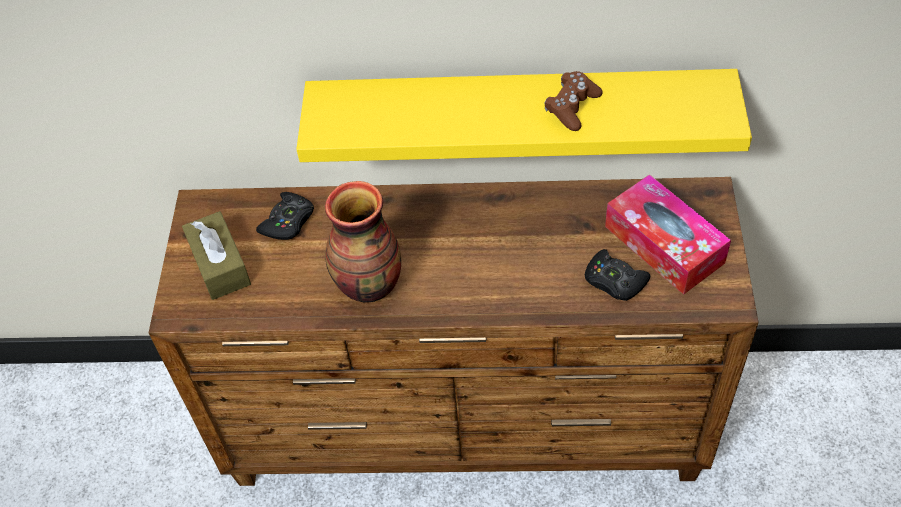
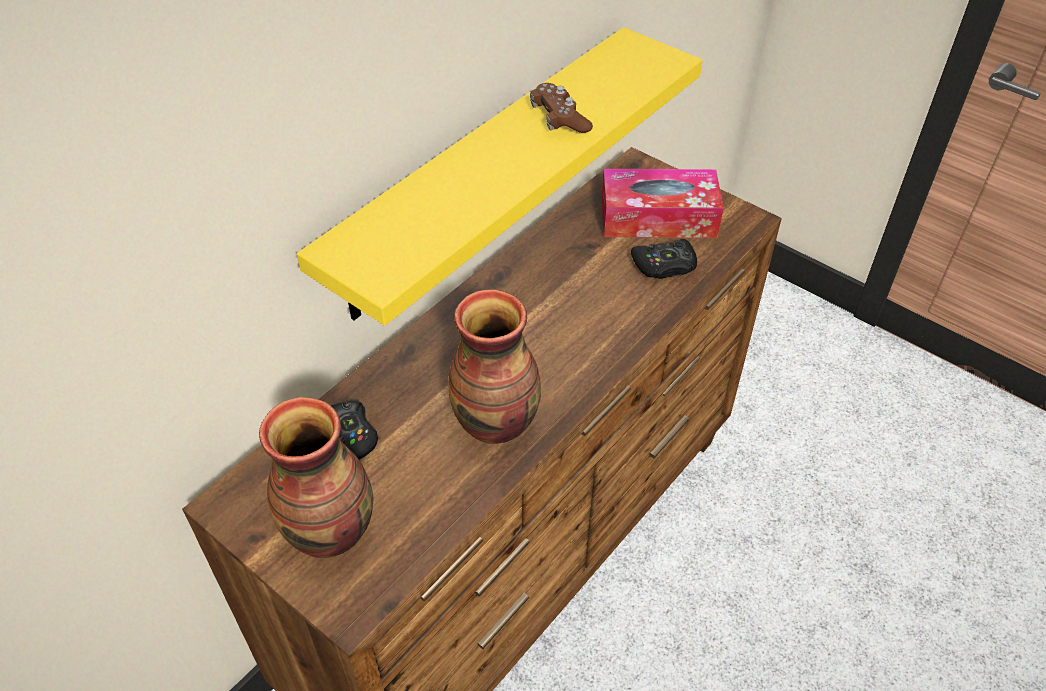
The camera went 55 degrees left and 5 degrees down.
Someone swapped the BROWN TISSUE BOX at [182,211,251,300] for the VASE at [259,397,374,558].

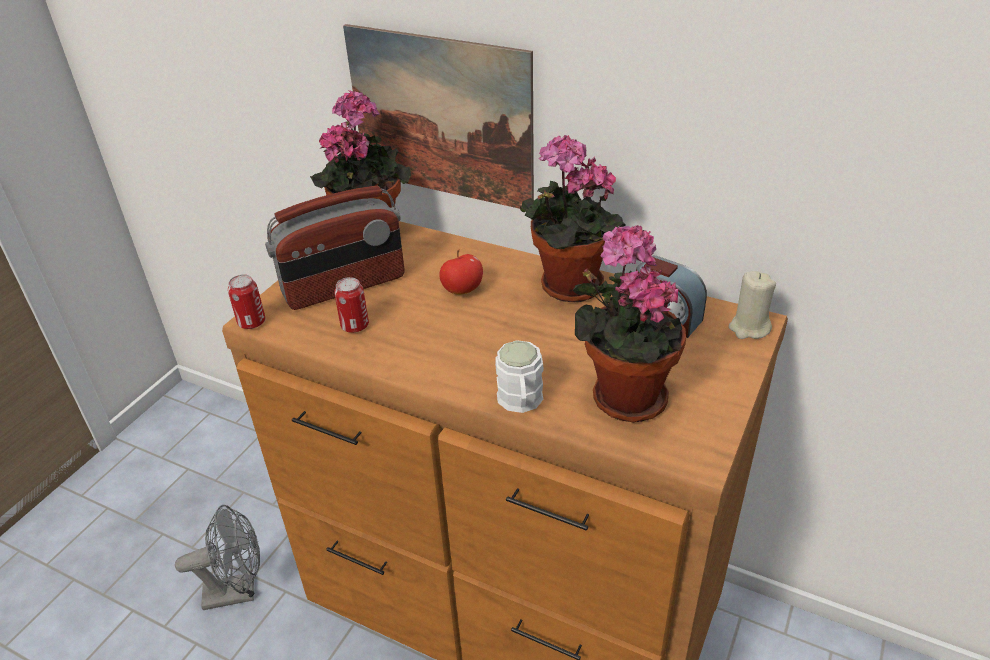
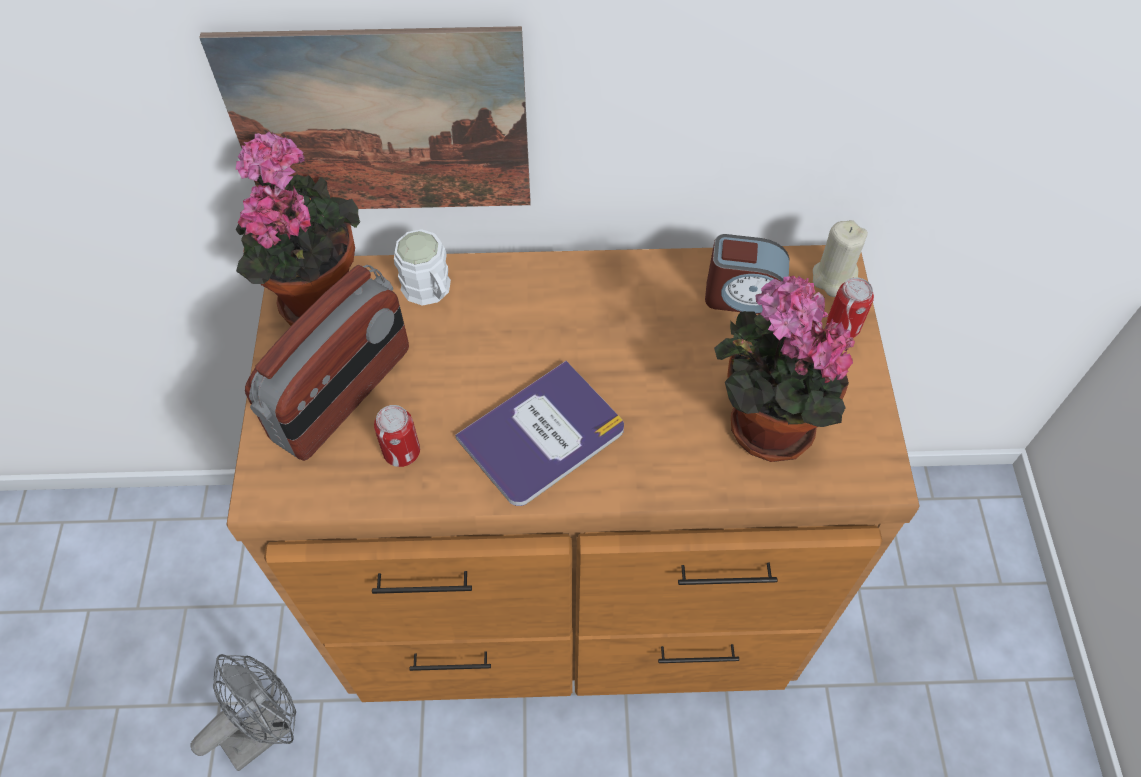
The camera went 30 degrees left and 20 degrees up.
Someone carried the WHITE MUG from [495,340,544,413] to [394,229,451,306].
Someone put down the BOOK at [455,361,624,506].
Someone carried the CAN from [228,274,265,329] to [826,277,874,338].
Someone took away the APPLE at [439,249,483,295].
Someone took away the POTTED PLANT at [520,135,626,302].

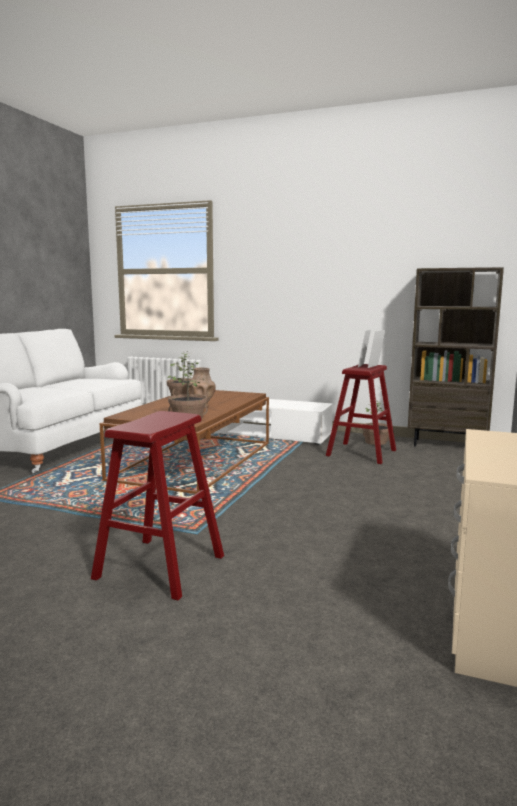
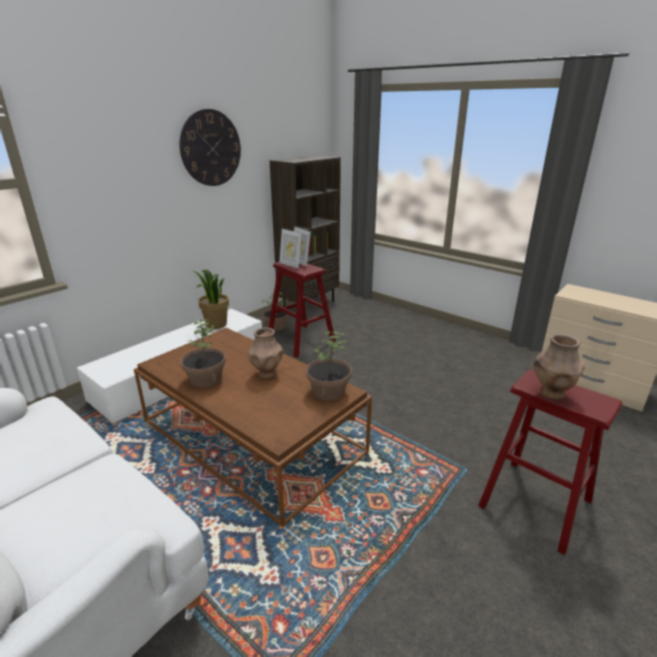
The camera went 70 degrees left and 15 degrees up.
Someone put up the WALL CLOCK at [180,109,241,186].
Someone put down the POTTED PLANT at [193,270,229,329].
Someone put down the BROWN VASE at [534,334,585,400].

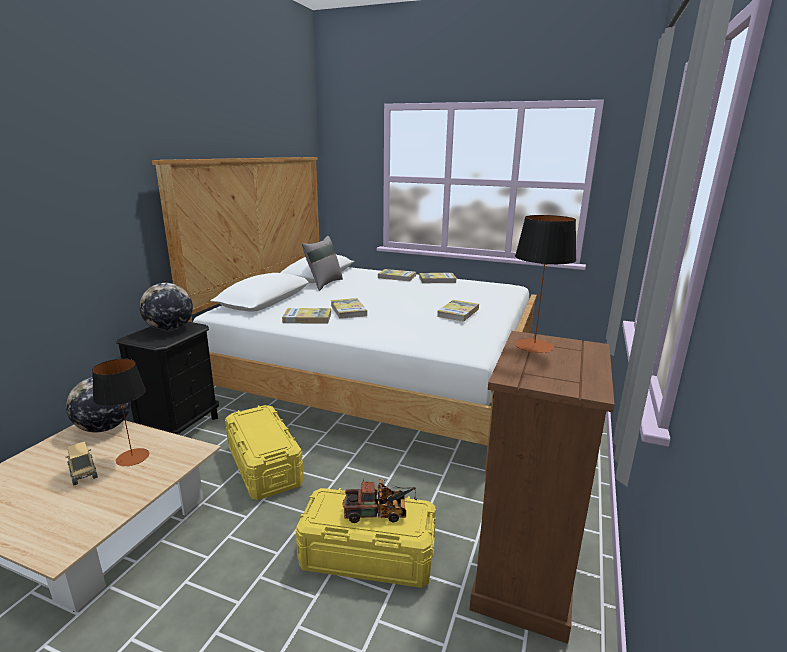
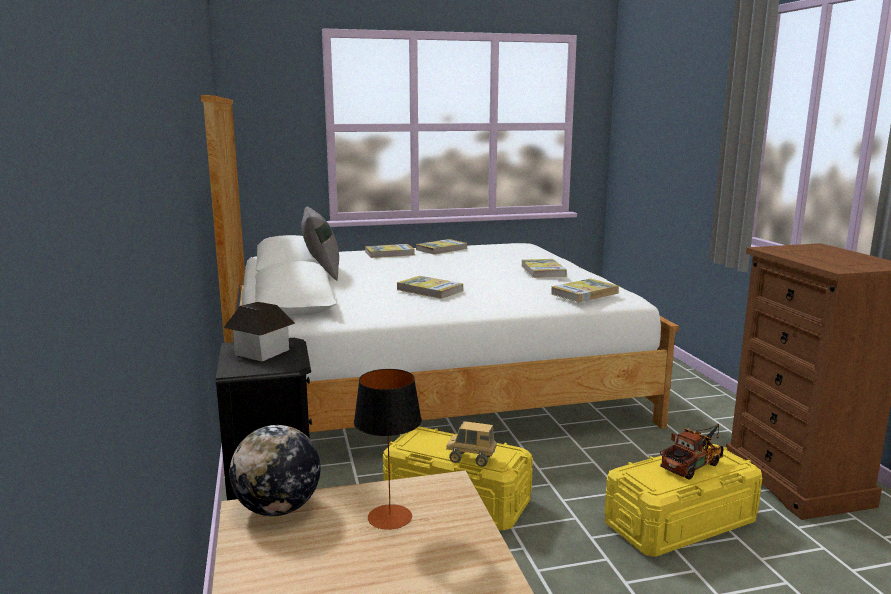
The camera went 35 degrees left and 5 degrees down.
Someone swapped the GLOBE at [140,283,193,331] for the TOY HOUSE at [224,302,295,361].
Someone carried the TOY TRUCK from [66,441,98,485] to [446,421,497,467].
Someone carried the BOOK from [282,308,331,324] to [551,279,619,302].
Someone took away the TABLE LAMP at [515,215,577,353].

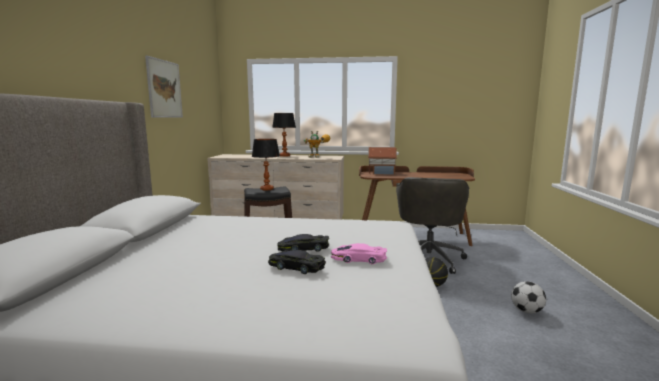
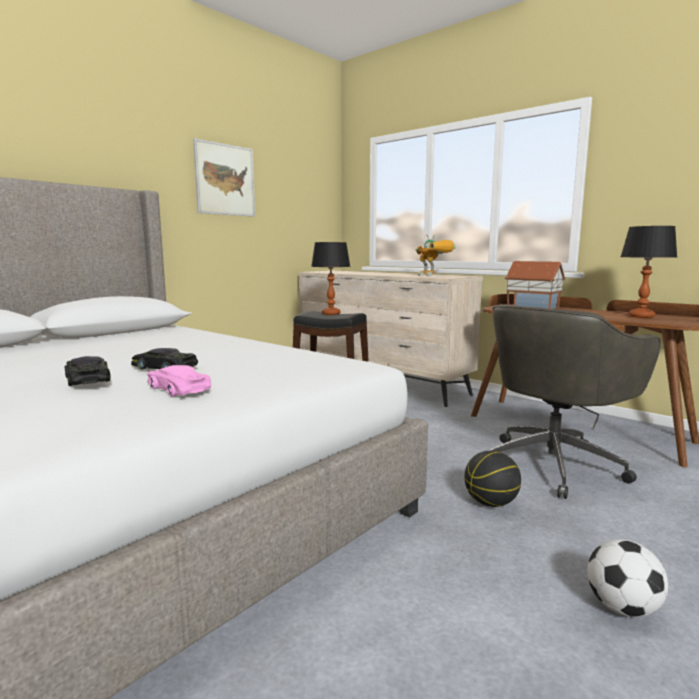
The camera went 35 degrees right and 0 degrees up.
Someone carried the TABLE LAMP from [272,113,296,157] to [621,226,677,318].

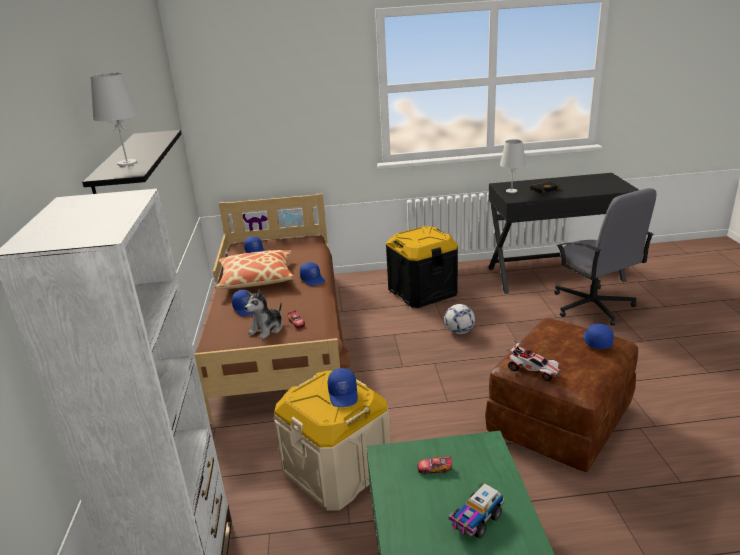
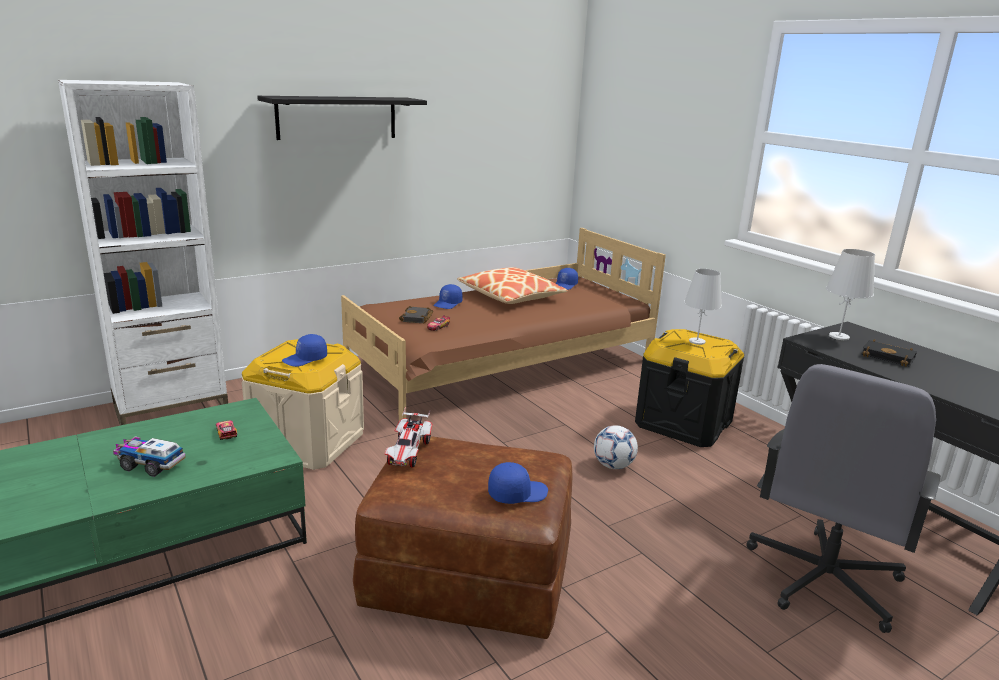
The camera went 60 degrees right and 5 degrees down.
Someone swapped the PLUSH TOY at [245,290,282,339] for the BLACK BOOK at [399,306,433,324].
Someone carried the WHITE TABLE LAMP from [90,72,139,166] to [684,269,722,345].
Someone took away the BLUE CAP at [300,262,325,286].

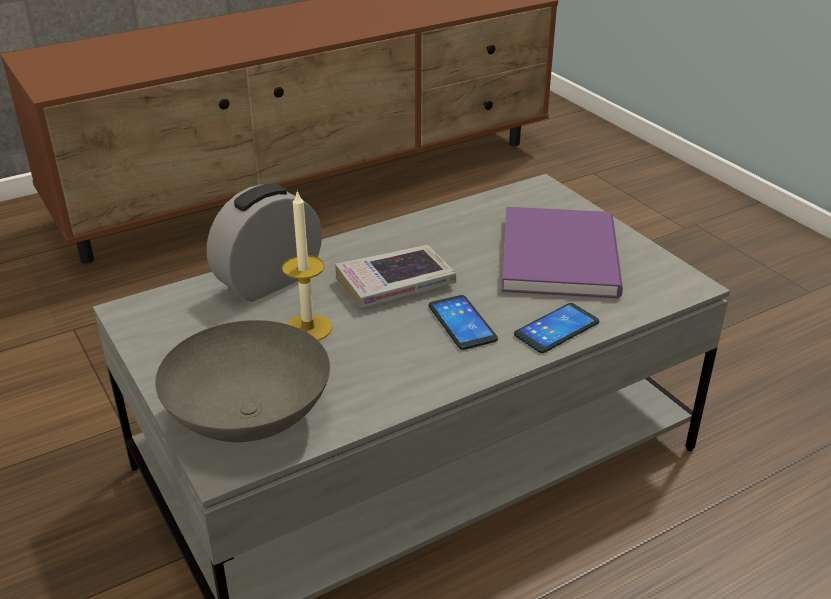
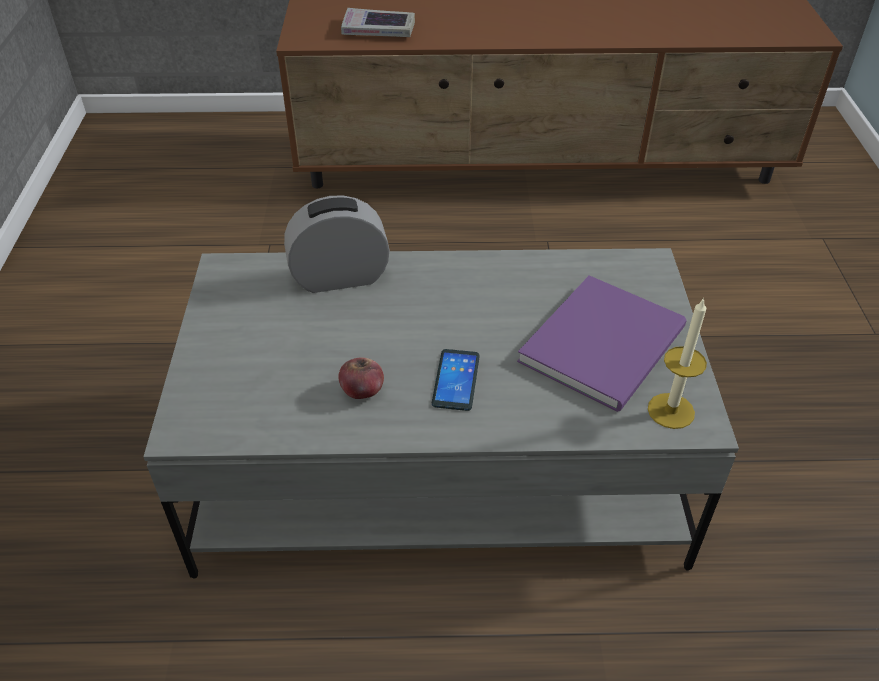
The camera went 30 degrees right and 10 degrees up.
Someone put down the APPLE at [338,358,384,399].
Someone carried the BOOK from [335,245,456,308] to [341,8,415,37].
Someone carried the CANDLE from [282,190,332,341] to [648,298,707,429].
Someone took away the GREY BOWL at [155,320,330,442].
Someone took away the PHONE at [514,303,599,353].

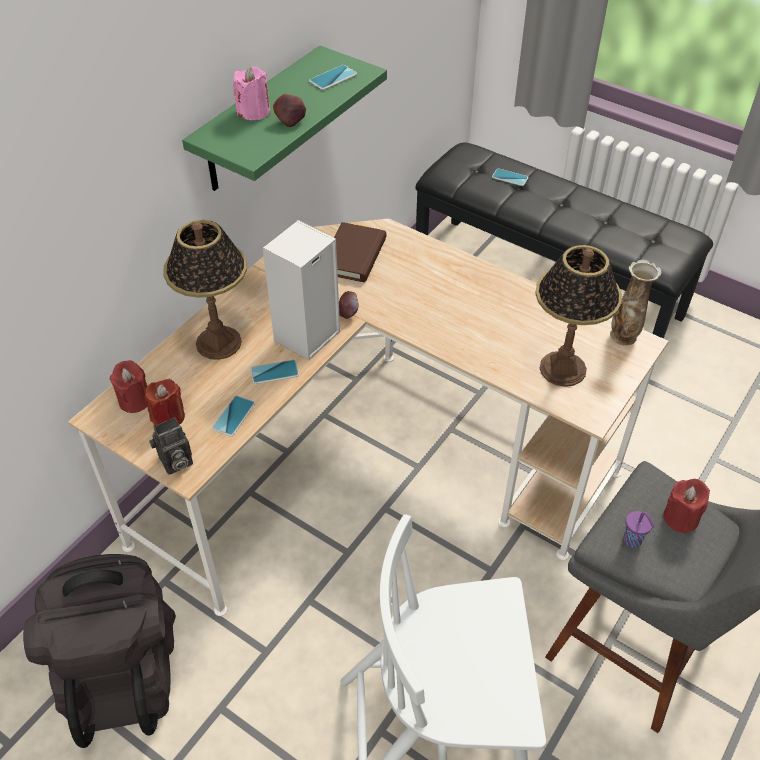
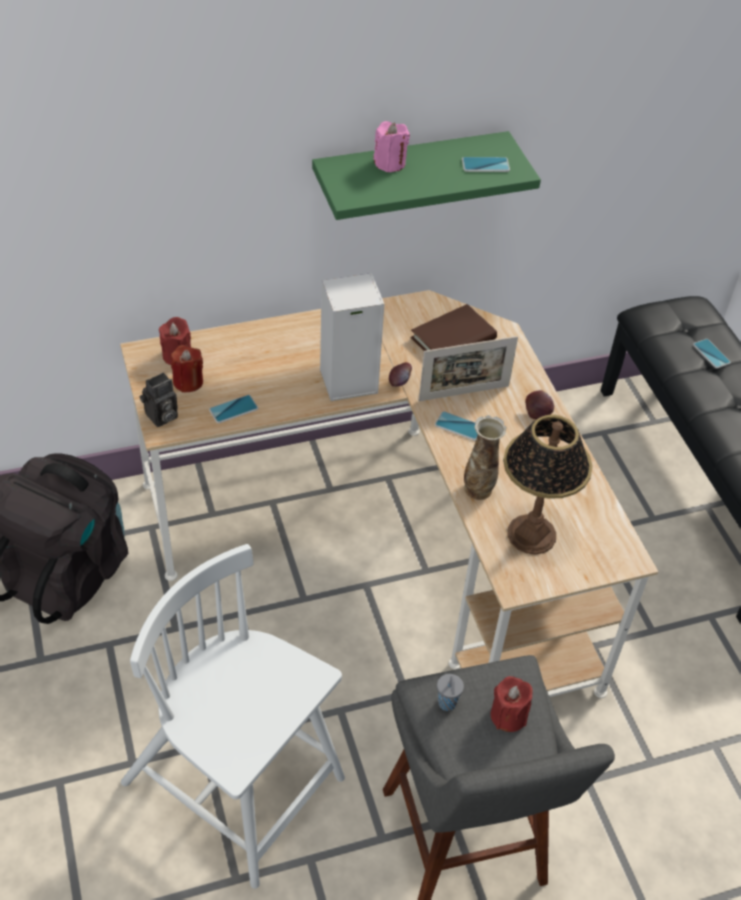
The camera went 35 degrees right and 0 degrees up.
Someone rotated the PHOTO CAMERA at [149,417,193,474] by 45 degrees counterclockwise.
Someone put down the PICTURE FRAME at [419,336,518,401].
Someone carried the PHONE from [250,360,299,384] to [435,411,478,441].
Someone repainted the PURPLE CUP at [623,511,655,548], which became the GREY CUP at [437,674,464,711].
Someone carried the VASE from [610,260,661,346] to [464,415,507,500].
Someone carried the APPLE from [273,94,306,127] to [525,390,554,419].
Someone took away the TABLE LAMP at [163,220,247,360].

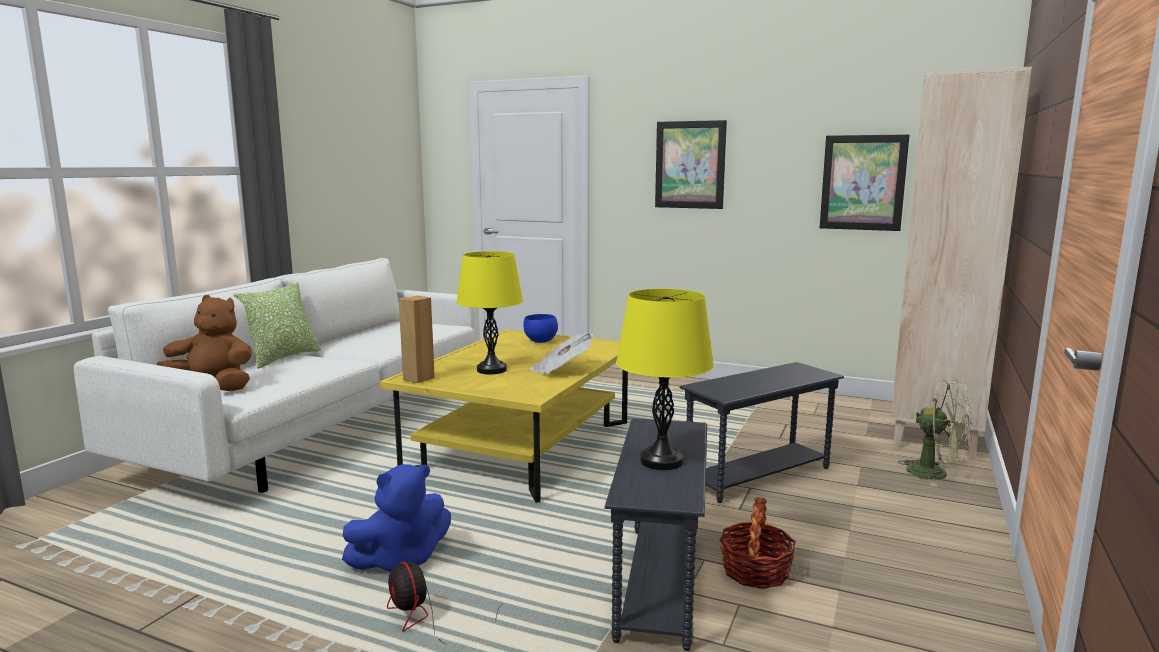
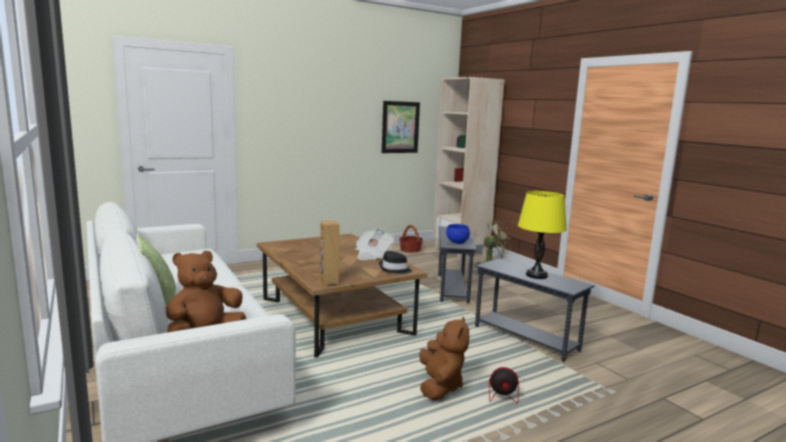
The camera went 55 degrees left and 0 degrees up.
Someone repainted the YELLOW COFFEE TABLE at [380,329,628,503], which became the BROWN COFFEE TABLE at [257,234,428,358].
Someone put down the BLACK HAT at [379,251,412,274].
Someone carried the BASKET from [720,497,796,589] to [399,225,423,253].
Someone repainted the BLUE PLUSH TOY at [342,464,451,572], which became the BROWN PLUSH TOY at [419,317,469,401].
Someone carried the BLUE BOWL from [523,314,558,343] to [446,224,470,244].
Someone took away the YELLOW TABLE LAMP at [456,251,523,374].
Someone took away the PICTURE at [655,120,727,209].

